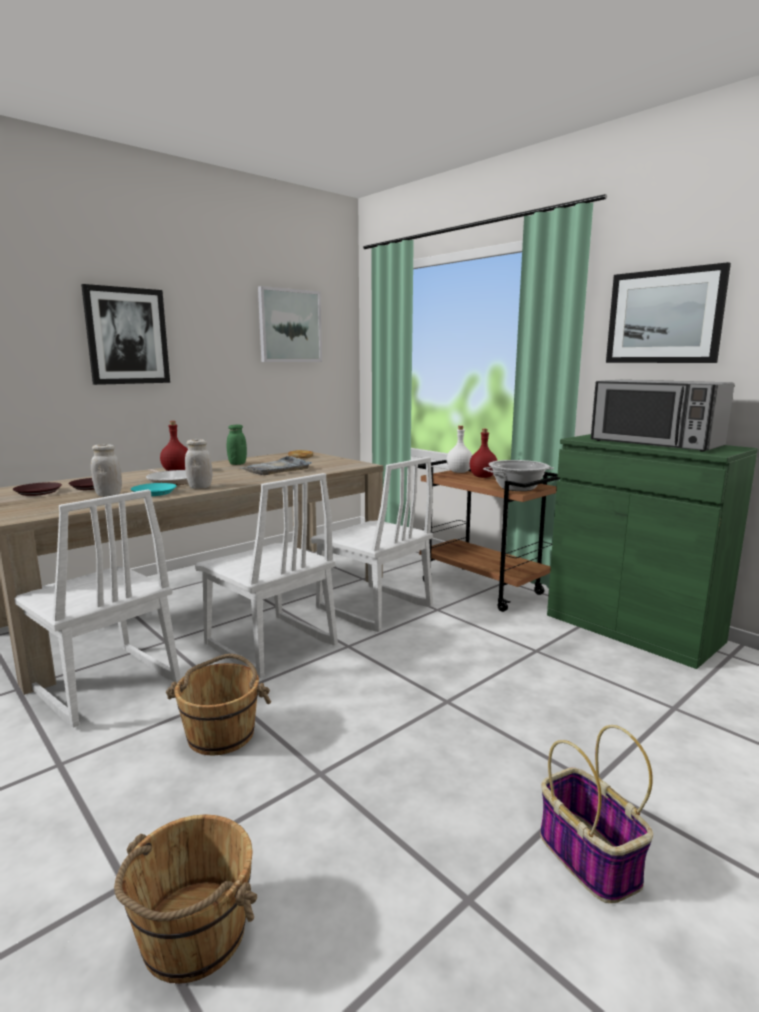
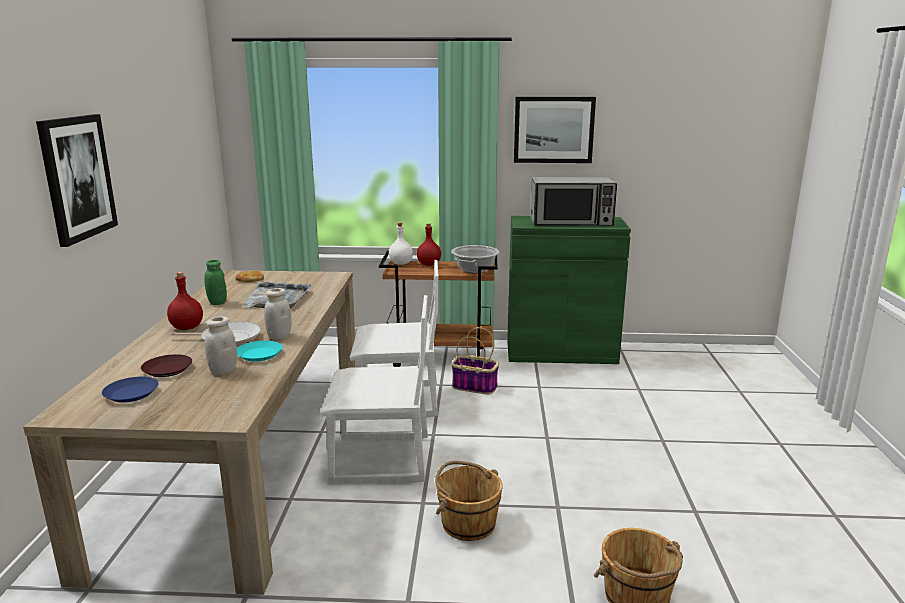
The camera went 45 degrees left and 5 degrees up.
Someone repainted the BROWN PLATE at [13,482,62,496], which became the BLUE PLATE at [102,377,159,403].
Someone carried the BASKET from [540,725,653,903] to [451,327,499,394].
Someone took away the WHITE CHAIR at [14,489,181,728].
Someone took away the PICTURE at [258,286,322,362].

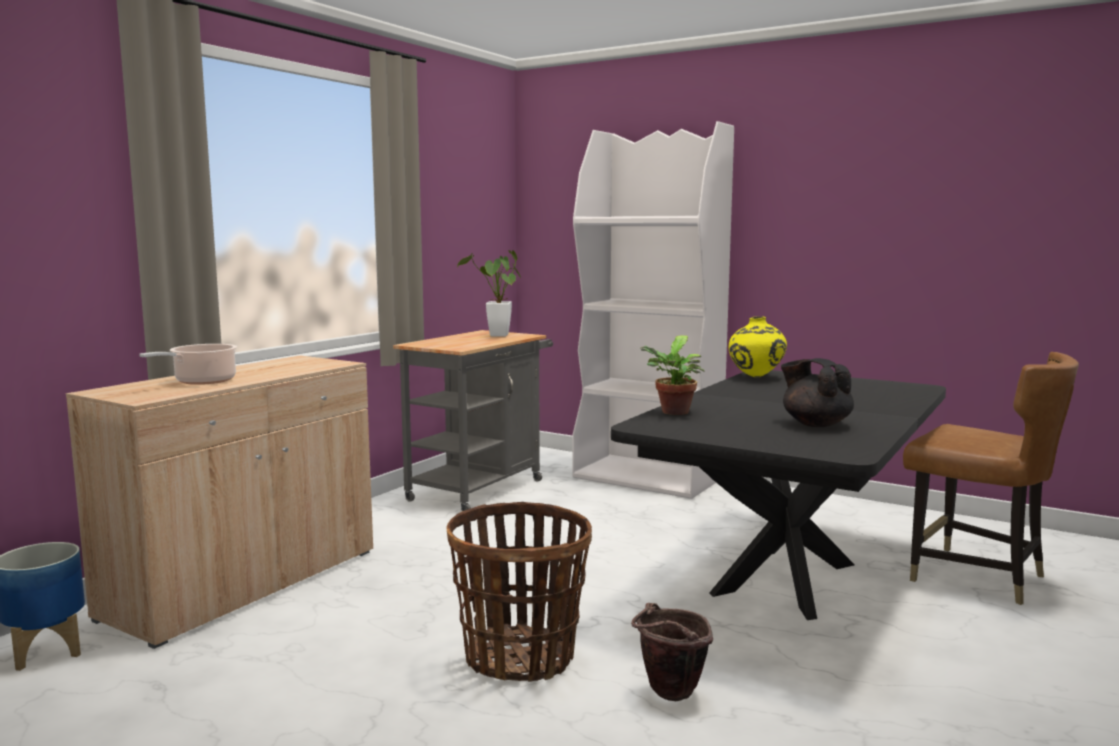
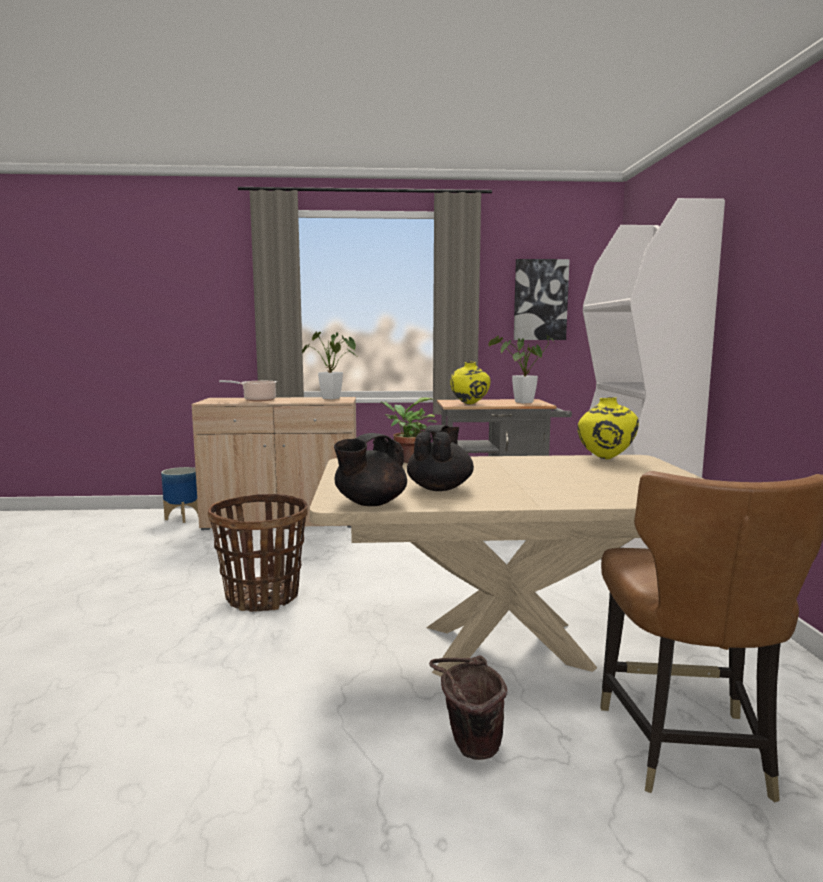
The camera went 55 degrees right and 0 degrees up.
Someone put down the POTTED PLANT at [302,331,356,399].
Someone repainted the BLACK DINING TABLE at [611,370,946,620], which became the BEIGE DINING TABLE at [310,455,703,677].
Someone put down the BLACK TEAPOT at [334,433,407,506].
Someone carried the BROWN BUCKET from [631,603,713,701] to [429,656,507,760].
Someone put down the YELLOW VASE at [450,362,490,405].
Someone put up the PICTURE at [514,259,570,340].

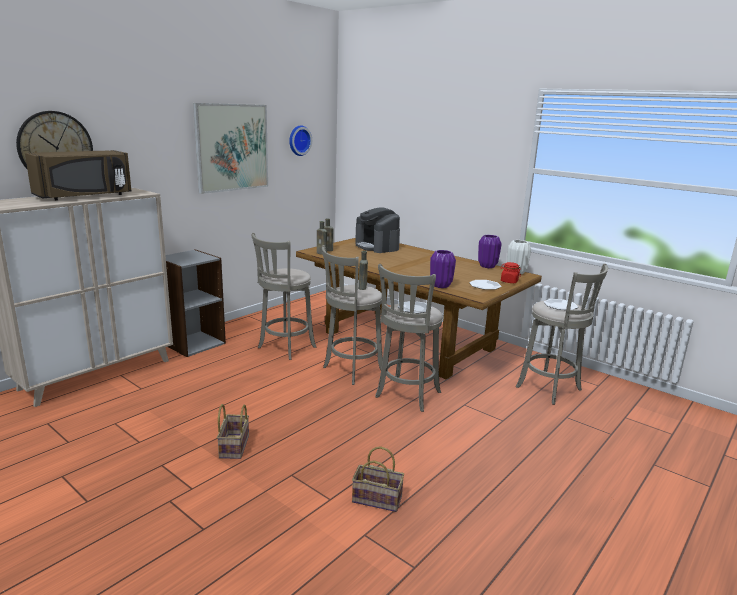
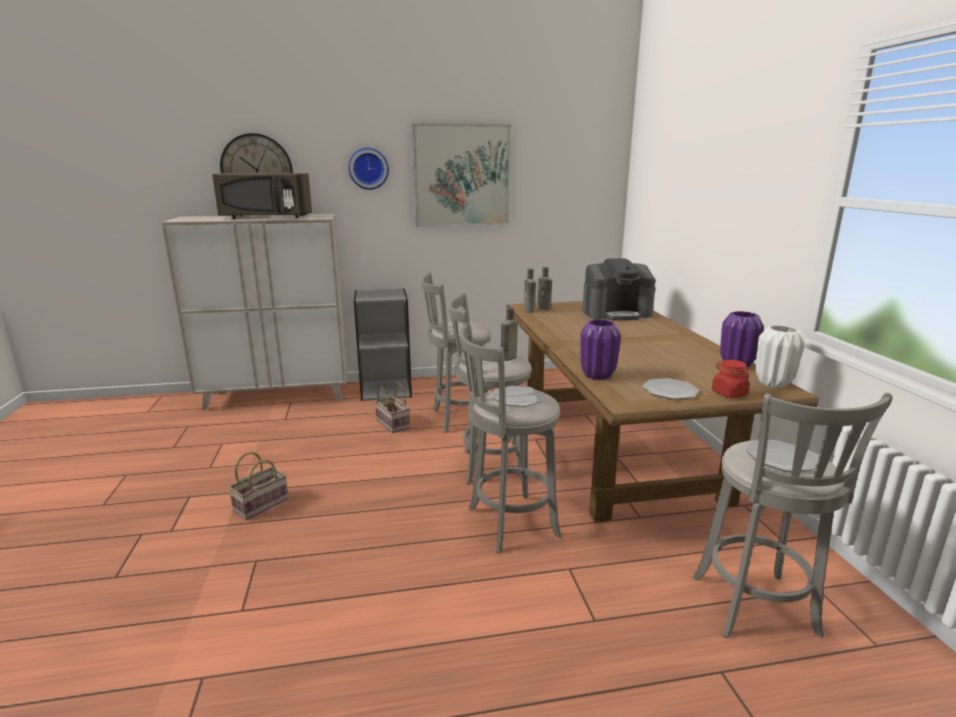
The camera went 40 degrees right and 0 degrees up.
Someone carried the WALL CLOCK from [289,125,312,156] to [348,148,389,190].
Someone carried the BASKET from [352,446,404,512] to [374,383,410,433].
Someone rotated the COFFEE MACHINE at [355,207,400,253] by 105 degrees counterclockwise.

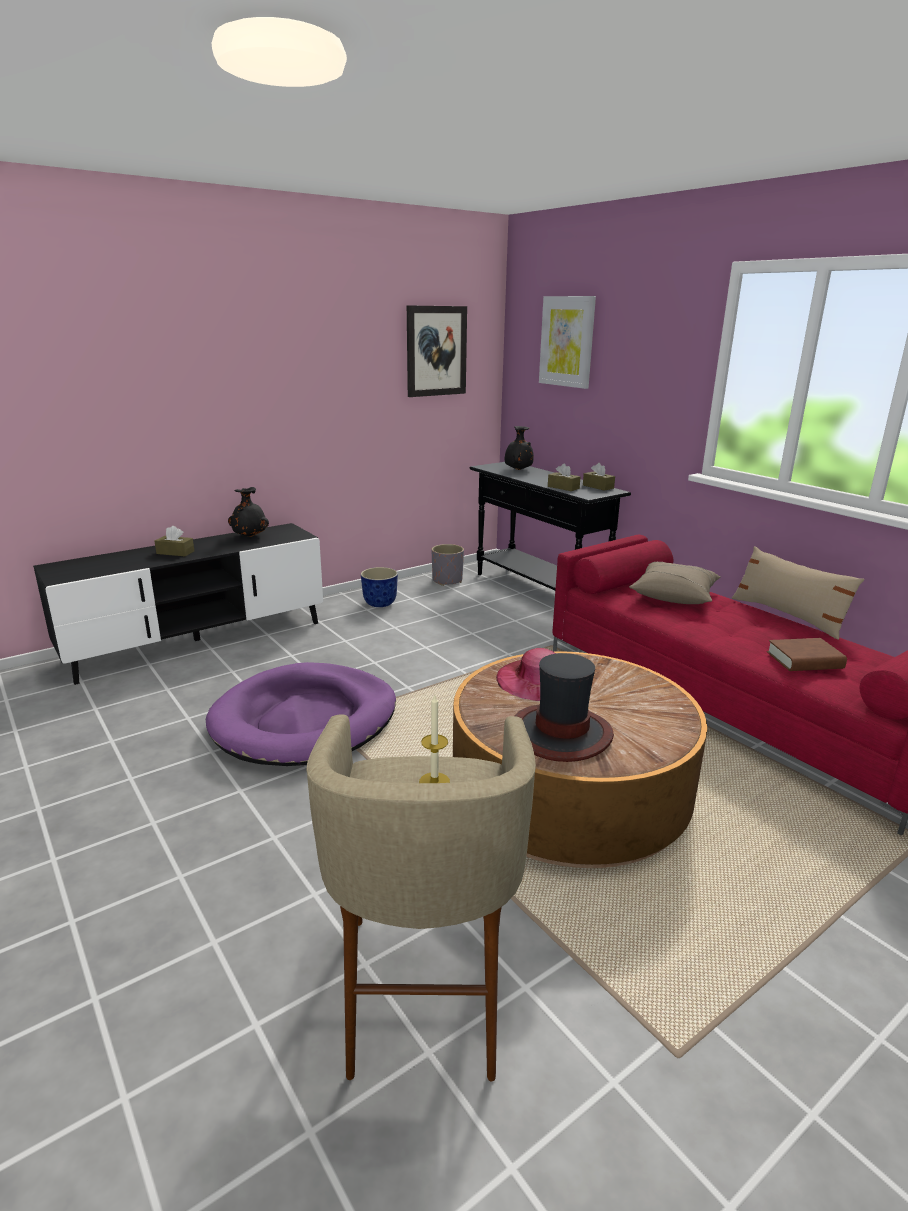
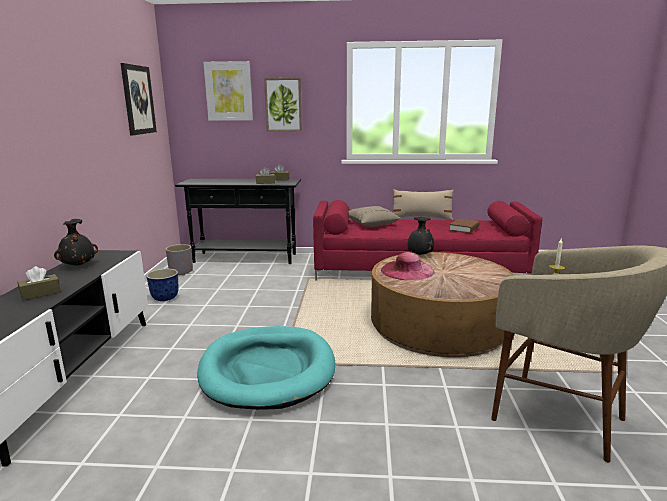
The camera went 50 degrees left and 5 degrees down.
Someone repainted the PURPLE DOG BED at [206,662,396,766], which became the TURQUOISE DOG BED at [197,326,335,410].
Someone put up the PICTURE at [264,78,302,131].
Someone carried the BLACK VASE from [505,426,534,470] to [408,217,434,255].
Someone took away the HAT at [515,653,614,762].

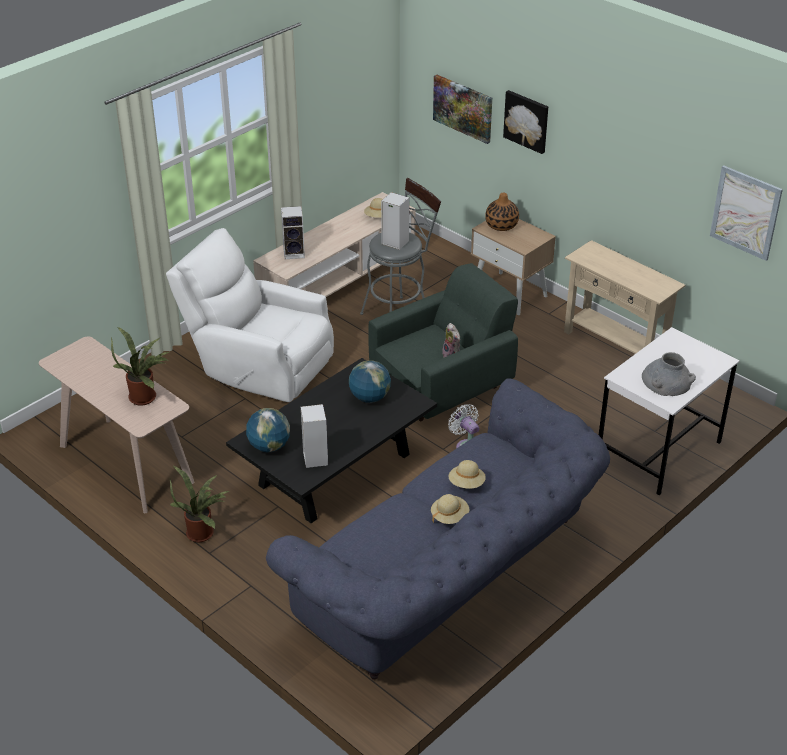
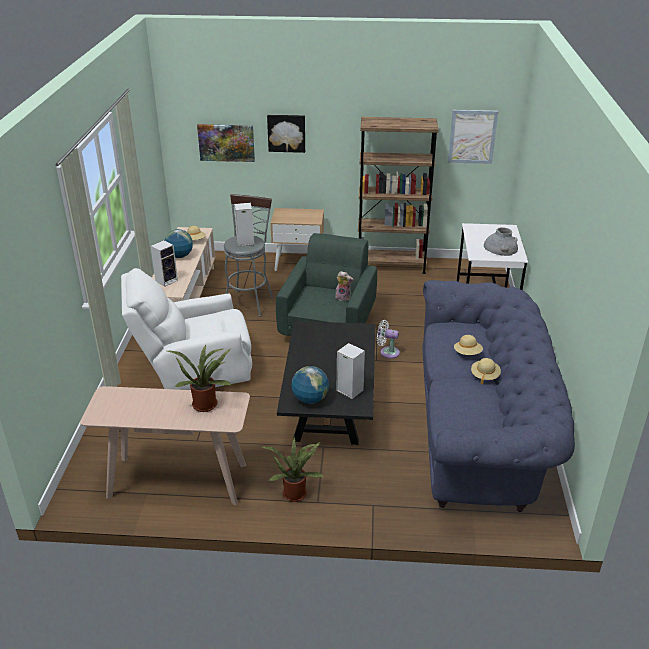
The camera went 40 degrees left and 5 degrees down.
Someone carried the GLOBE from [349,360,391,403] to [164,229,193,258].
Someone swapped the BEIGE CONSOLE TABLE at [564,240,686,354] for the BROWN BOOKCASE at [358,117,439,274].
Someone took away the VASE at [485,193,519,231].

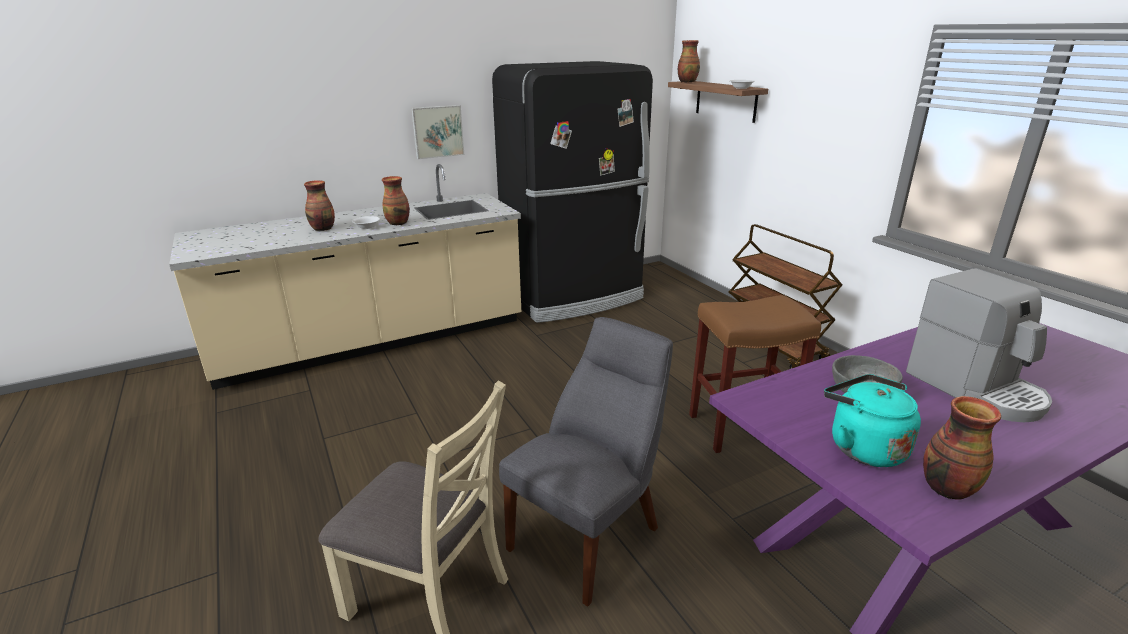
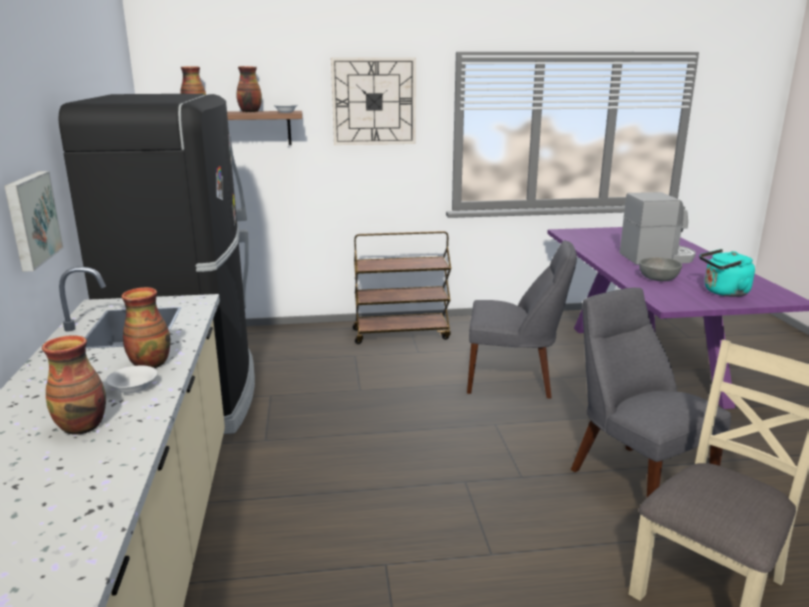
The camera went 70 degrees left and 5 degrees down.
Someone carried the VASE from [923,396,1001,500] to [237,66,262,112].
Someone put up the WALL CLOCK at [331,58,416,145].
Someone swapped the BROWN STOOL at [689,295,821,453] for the GREY CHAIR at [467,240,577,399].

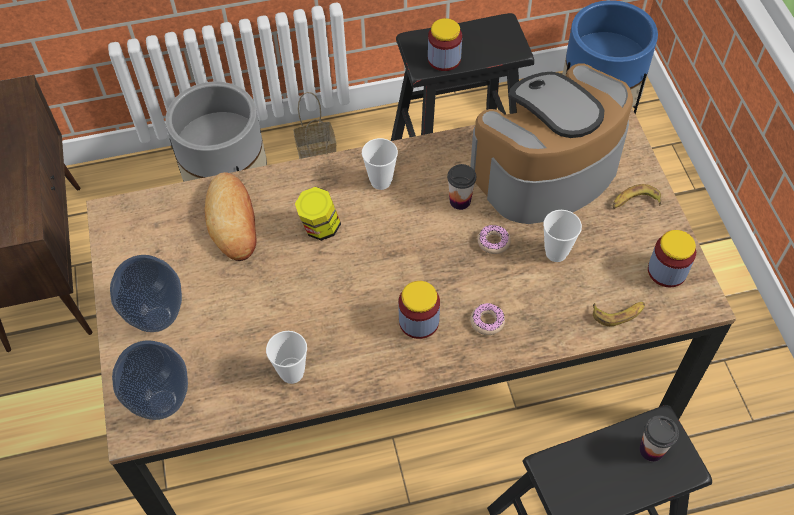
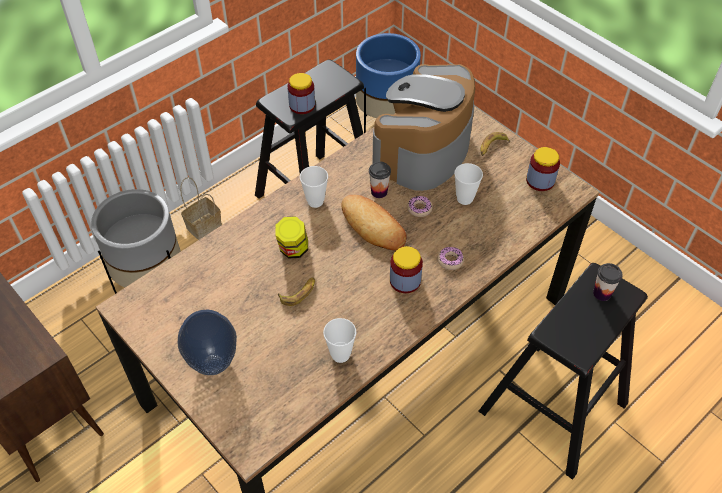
The camera went 30 degrees left and 5 degrees down.
Someone carried the BANANA from [593,302,645,326] to [278,278,315,306].
Someone carried the BREAD from [205,172,256,261] to [342,195,407,251].
Someone took away the VASE at [112,340,188,420].

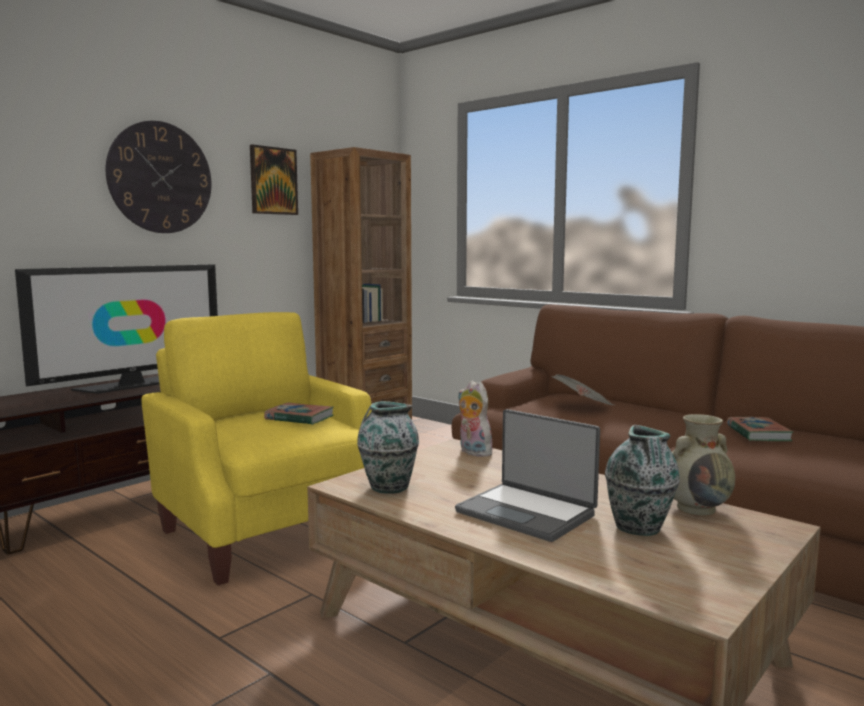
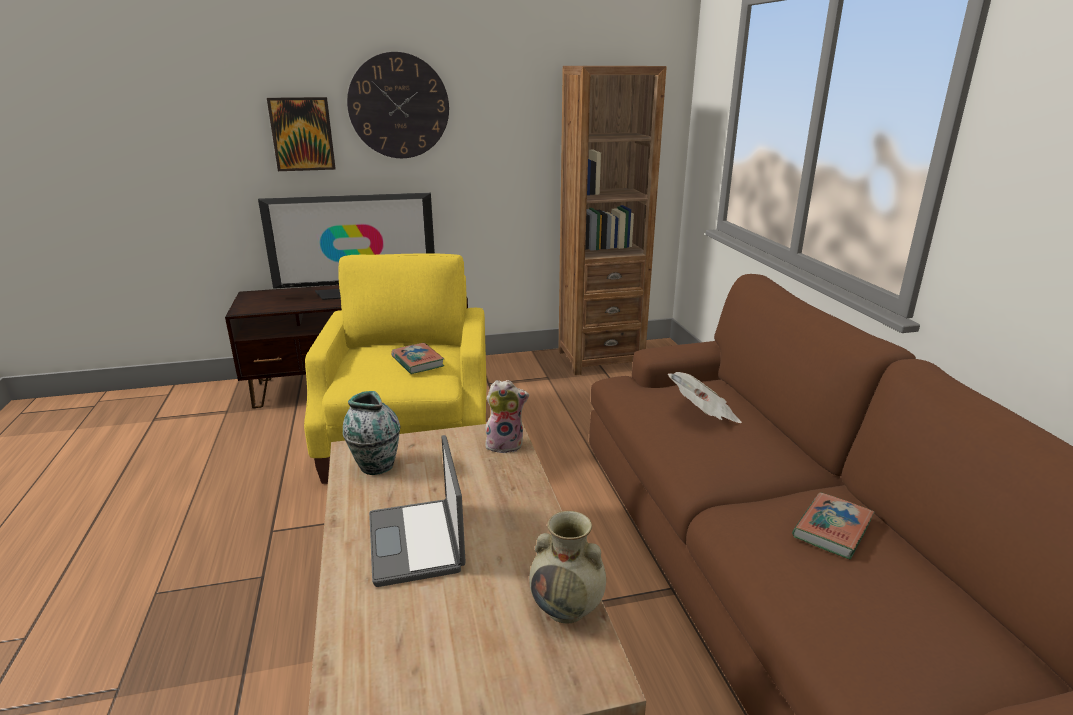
The camera went 35 degrees right and 15 degrees up.
Someone carried the PICTURE from [250,144,298,215] to [267,97,336,171].
Someone rotated the PLUSH TOY at [458,380,493,457] by 90 degrees clockwise.
Someone took away the VASE at [605,425,680,536].

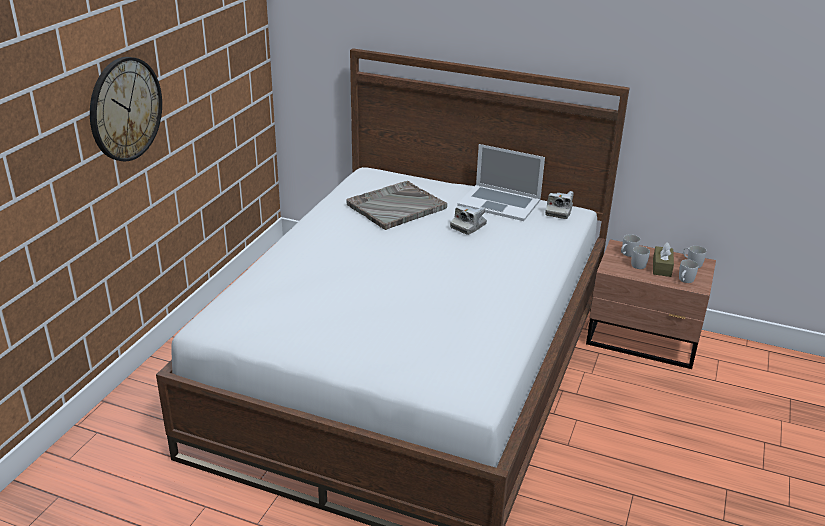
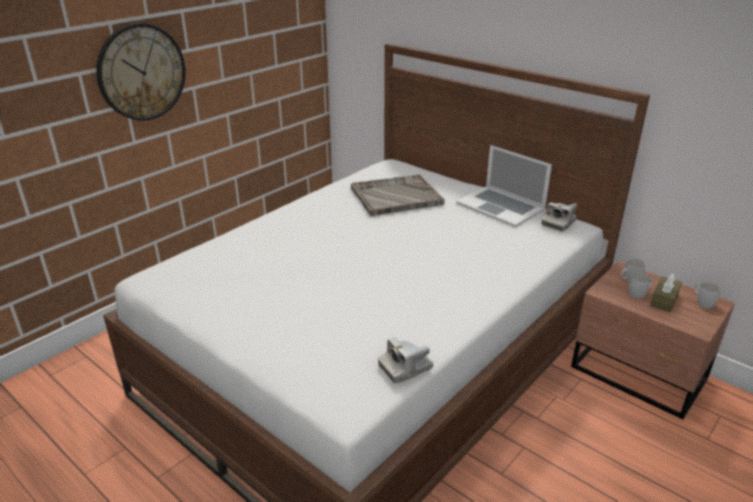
The camera went 20 degrees right and 0 degrees up.
Someone carried the PHOTO CAMERA from [450,206,487,235] to [378,337,434,383].
Someone took away the WHITE MUG at [679,259,699,283].

